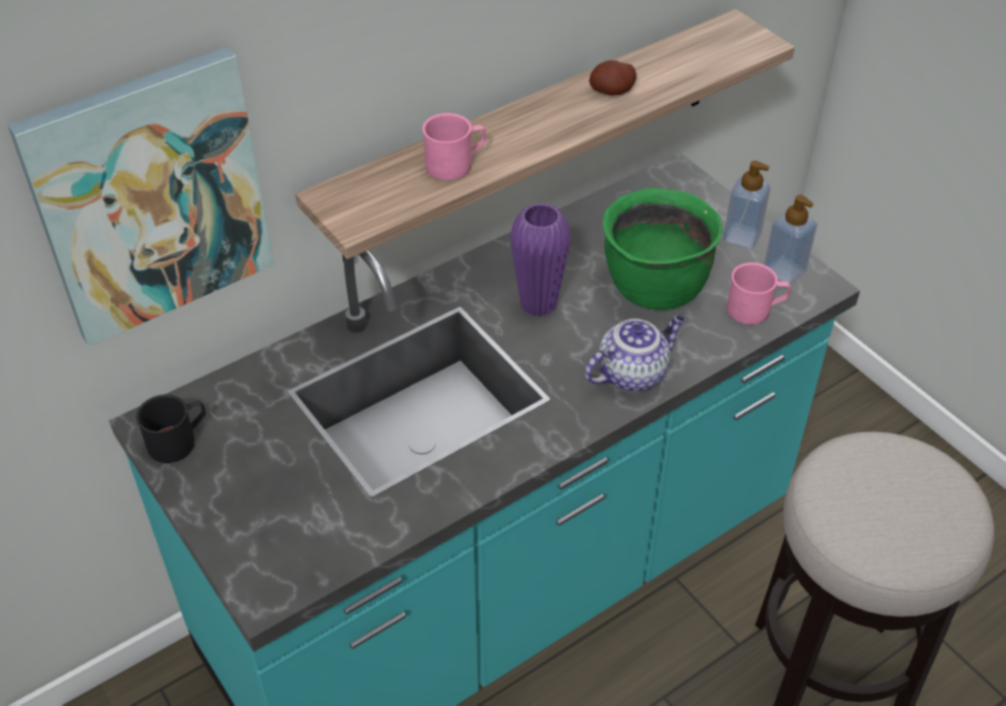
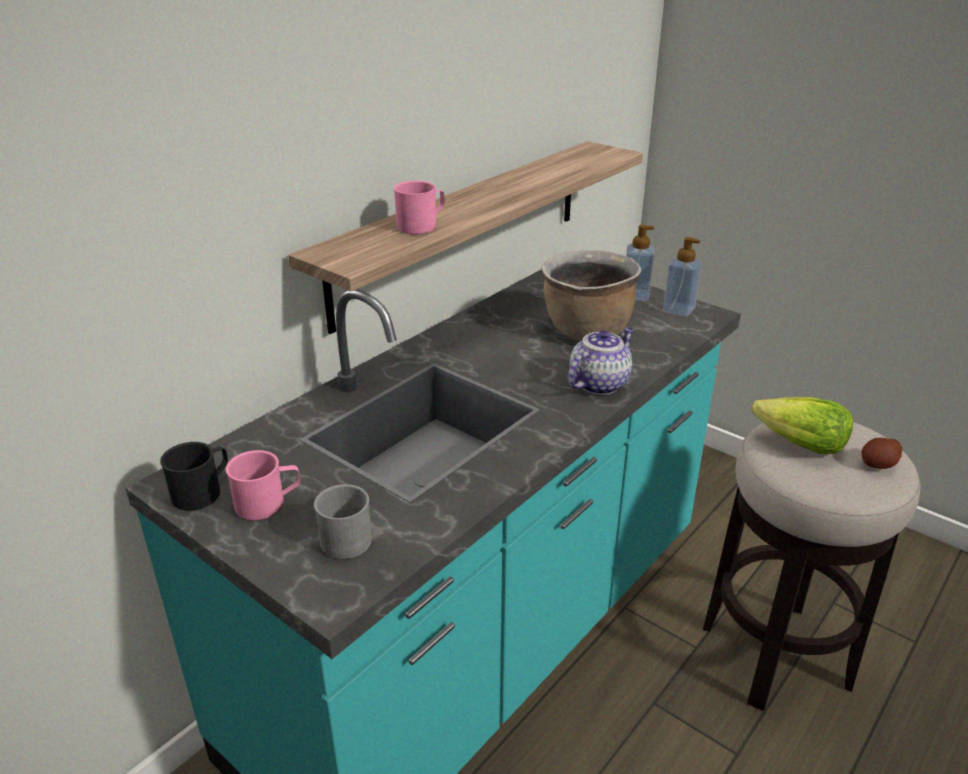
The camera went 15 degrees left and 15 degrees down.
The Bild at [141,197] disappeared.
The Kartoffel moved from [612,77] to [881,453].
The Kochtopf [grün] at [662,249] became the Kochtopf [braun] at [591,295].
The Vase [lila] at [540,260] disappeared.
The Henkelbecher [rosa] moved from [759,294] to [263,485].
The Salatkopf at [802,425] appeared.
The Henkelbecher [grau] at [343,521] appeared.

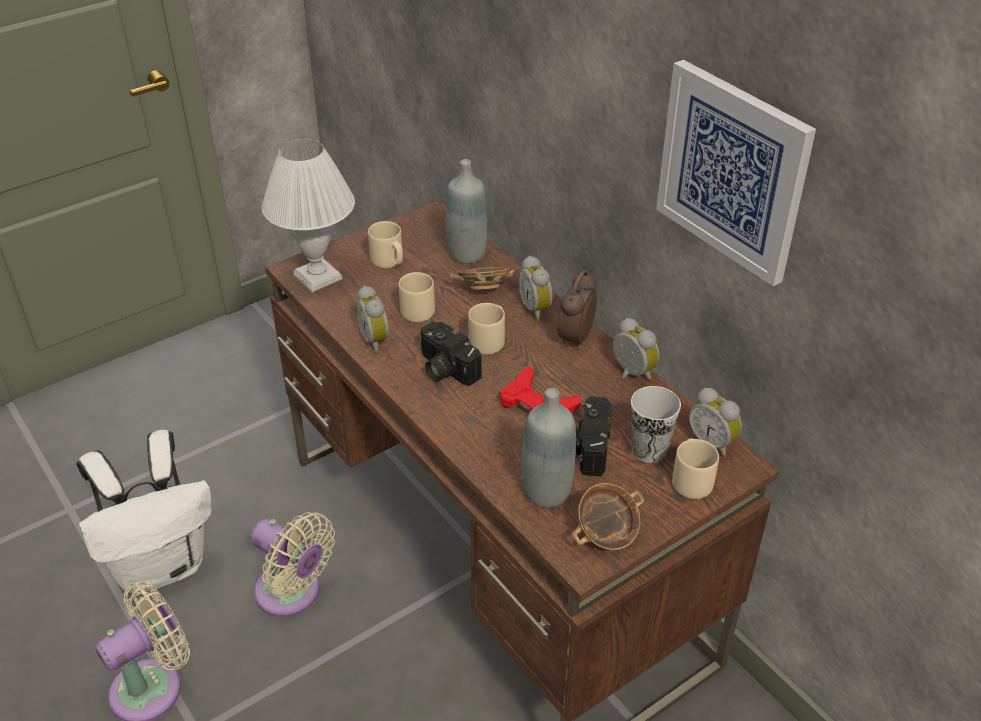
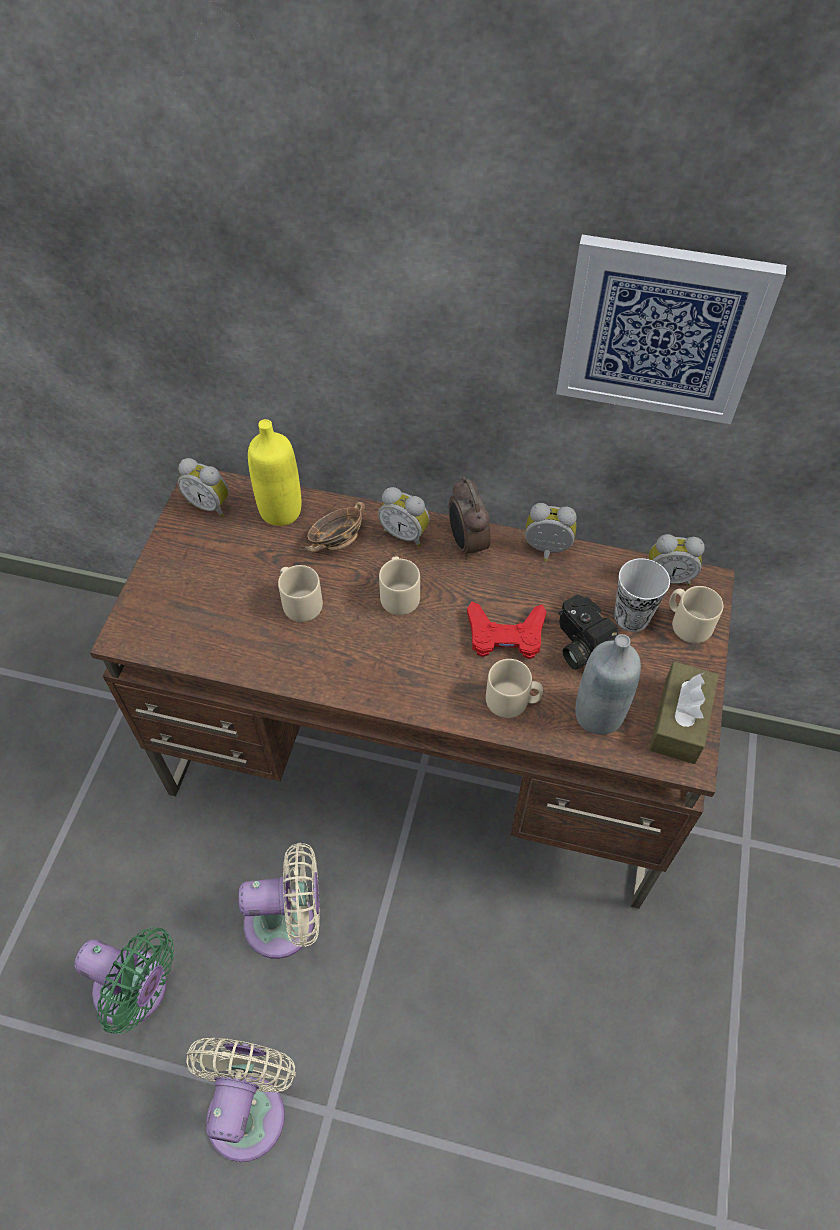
The camera went 40 degrees left and 15 degrees up.
The Tischlampe [weiß] at [308,215] disappeared.
The Flasche [grau] at [466,211] became the Flasche [gelb] at [274,472].
The Henkelbecher [beige] moved from [385,244] to [514,688].
The Wecker moved from [372,319] to [203,487].
The Kamera at [450,353] disappeared.
The Rucksack [weiß] at [144,511] was replaced by the Ventilator [grün] at [124,980].
The Schüssel at [608,516] was replaced by the Taschentuchbox [braun] at [684,712].

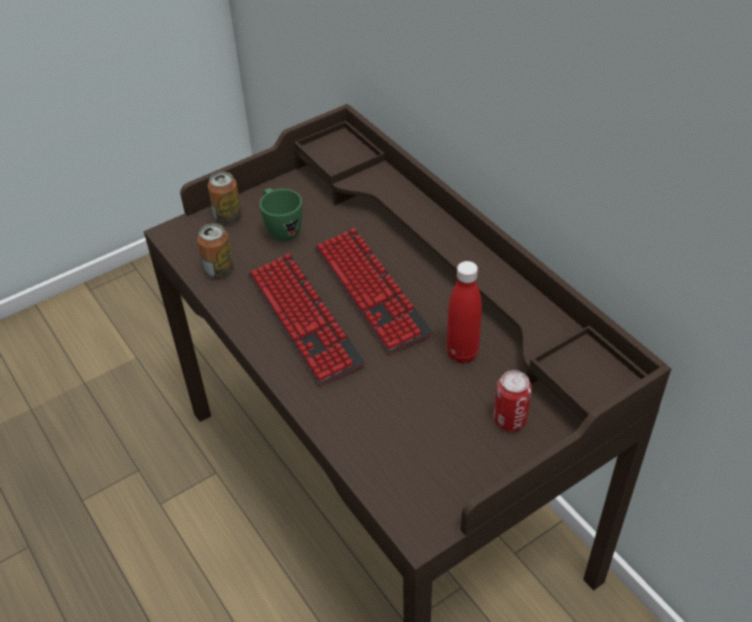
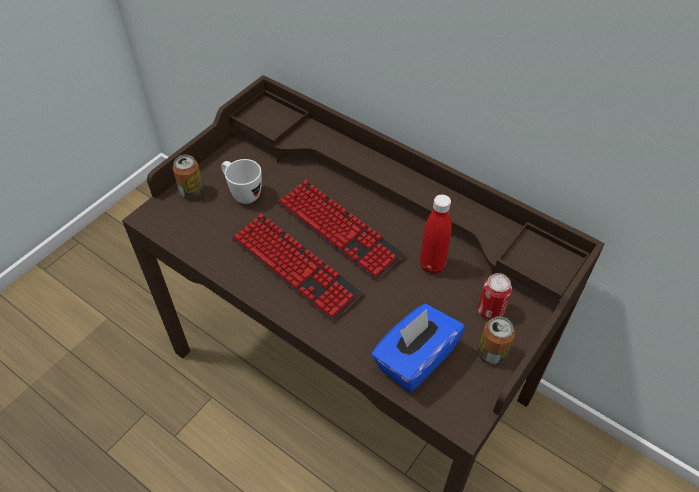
The camera went 20 degrees left and 5 degrees up.
The Henkelbecher [grün] at [281,214] became the Henkelbecher [weiß] at [241,181].
The Dose moved from [215,250] to [496,340].
The Taschentuchbox [blau] at [418,348] appeared.

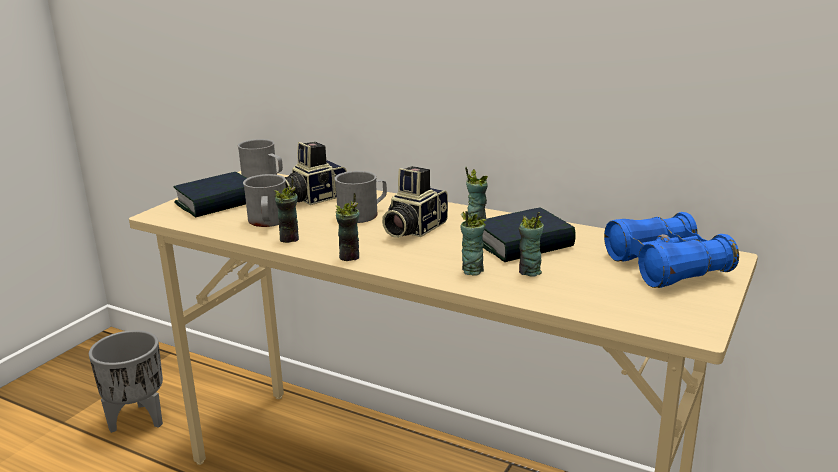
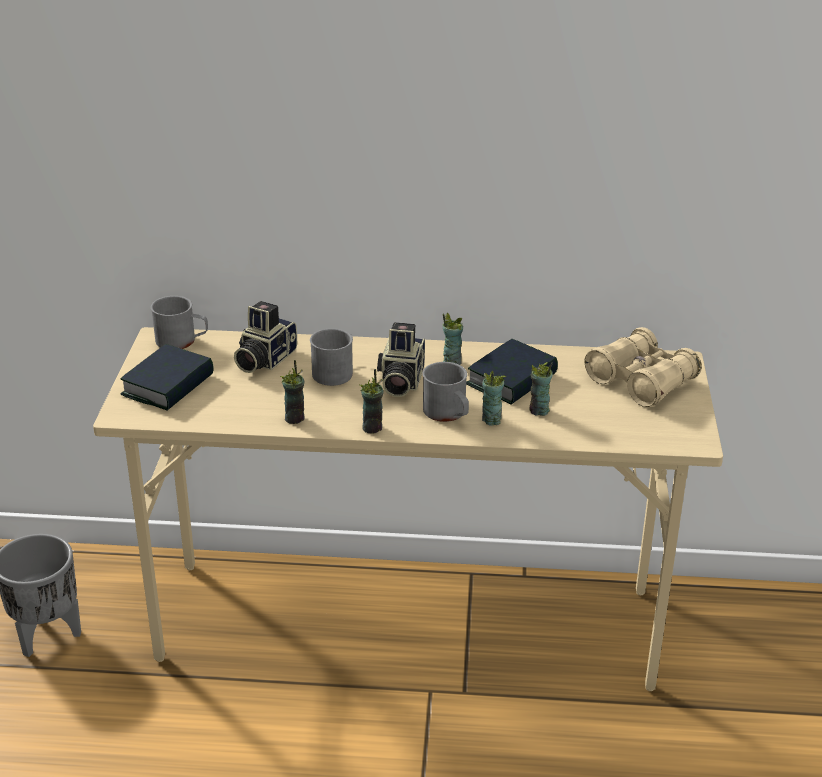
The camera went 25 degrees left and 10 degrees up.
The Henkelbecher [grau] moved from [264,200] to [446,392].
The Fernglas [blau] at [671,250] became the Fernglas [beige] at [643,367].

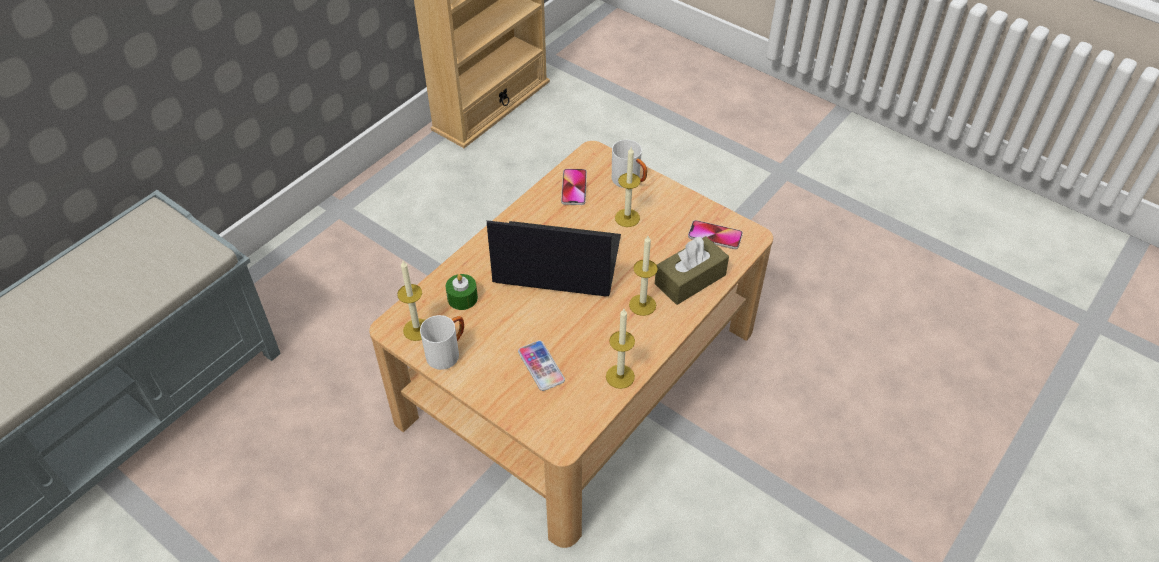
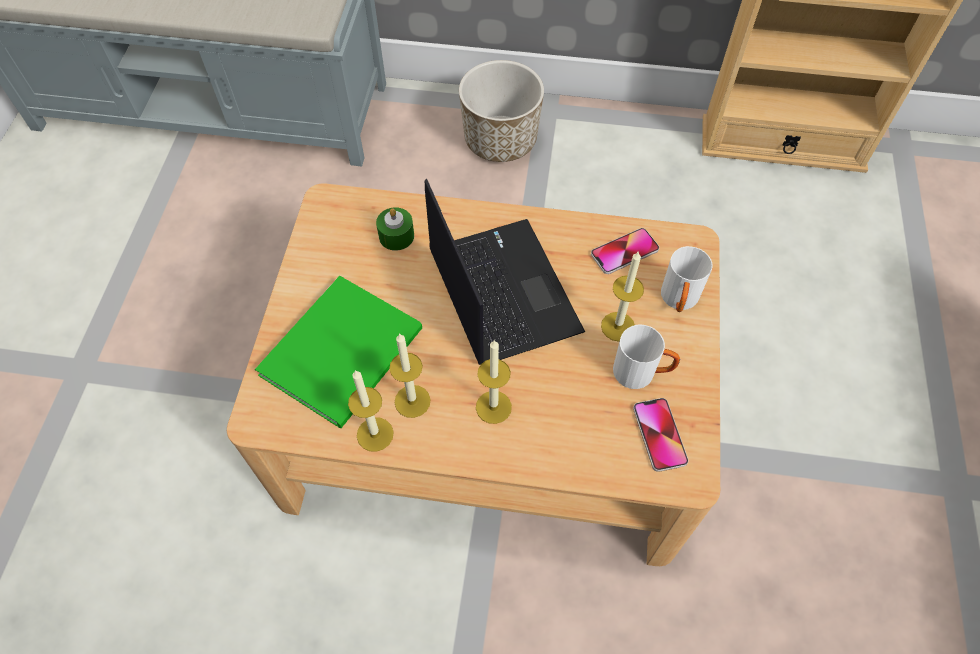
The camera went 60 degrees right and 10 degrees up.
The Taschentuchbox [braun] at [692,270] disappeared.
The Kerze moved from [411,301] to [410,375].
The Henkelbecher [weiß] moved from [442,342] to [646,357].
The Handy at [541,365] was replaced by the Buch [grün] at [338,352].
The Pflanzkübel at [501,111] appeared.

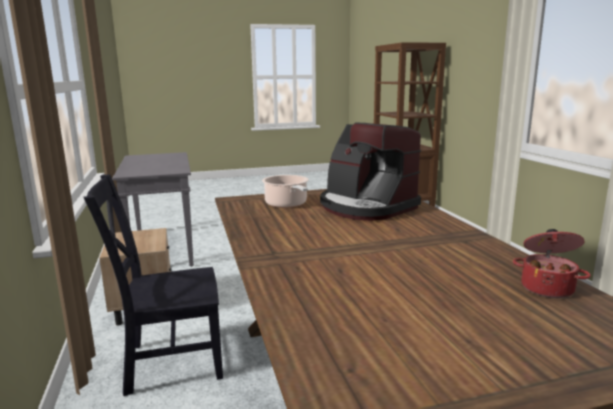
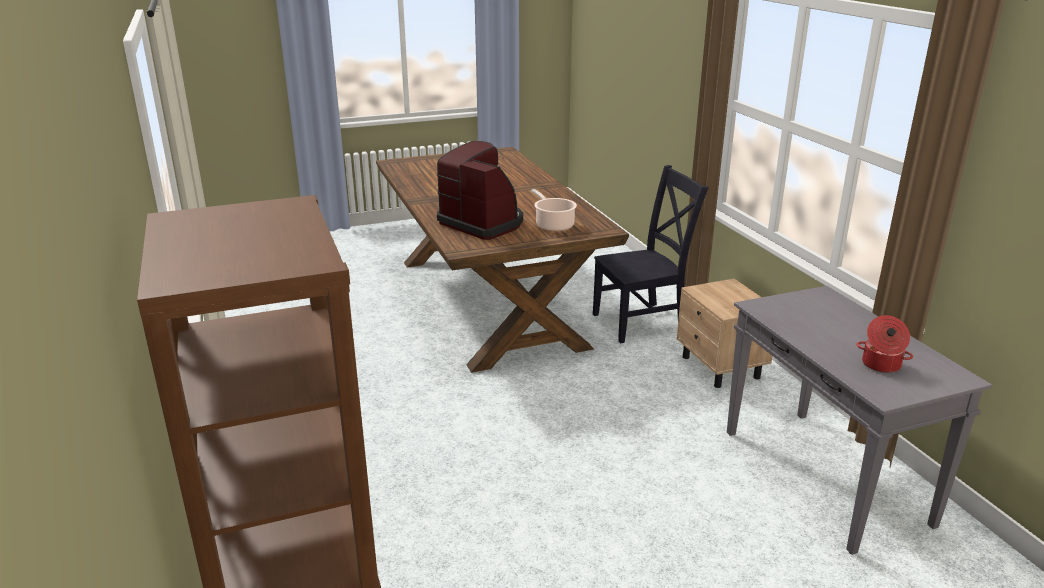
The camera went 175 degrees right and 10 degrees up.
The Kochtopf moved from [552,263] to [885,344].

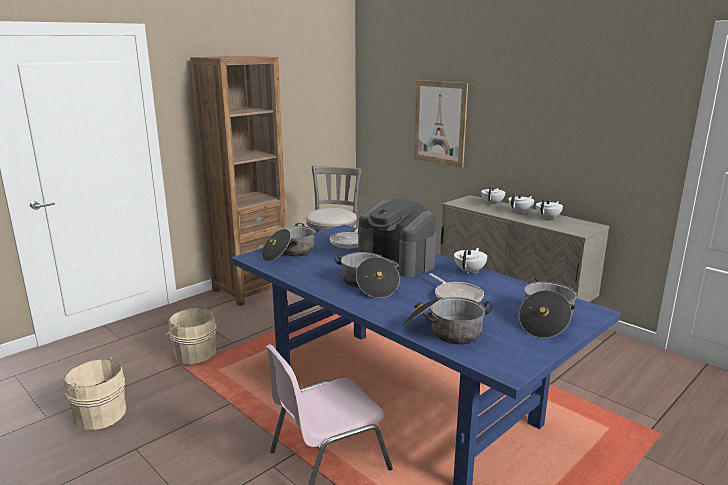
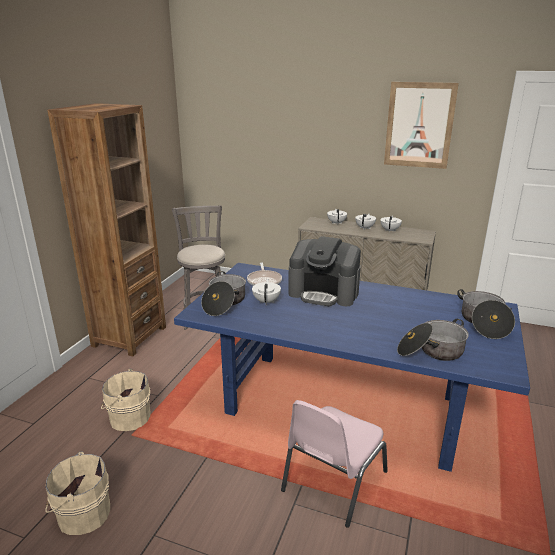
The camera went 25 degrees left and 5 degrees up.
The Bild moved from [441,124] to [421,125].
The Teekanne [weiß] moved from [470,261] to [266,292].
The Kochtopf at [367,275] disappeared.
The Pfanne at [456,287] disappeared.

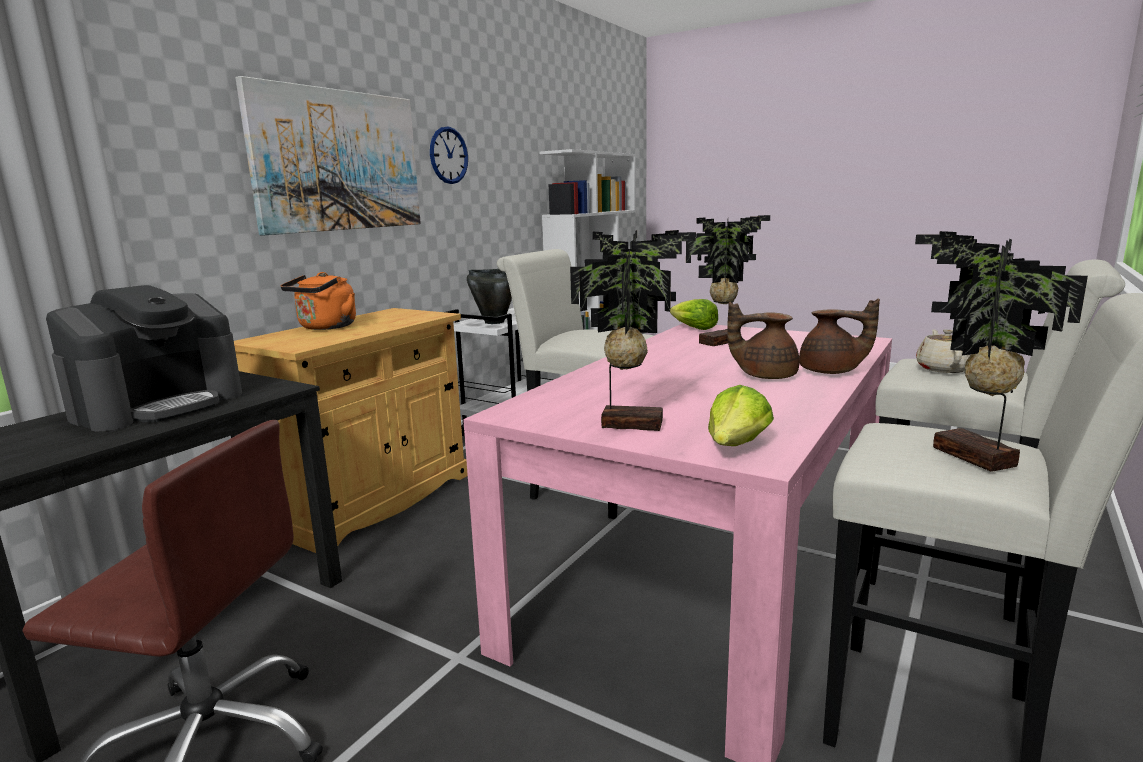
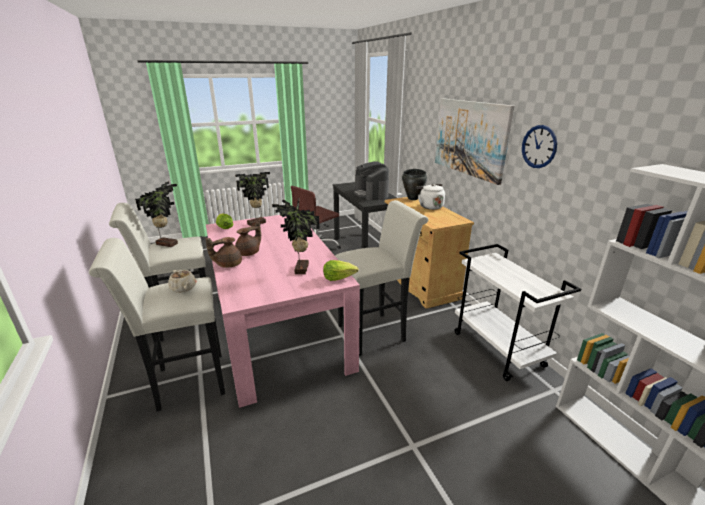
The camera went 125 degrees right and 10 degrees up.
The Kochtopf [schwarz] moved from [489,296] to [414,184].
The Wasserkessel [orange] at [318,301] became the Wasserkessel [weiß] at [430,197].

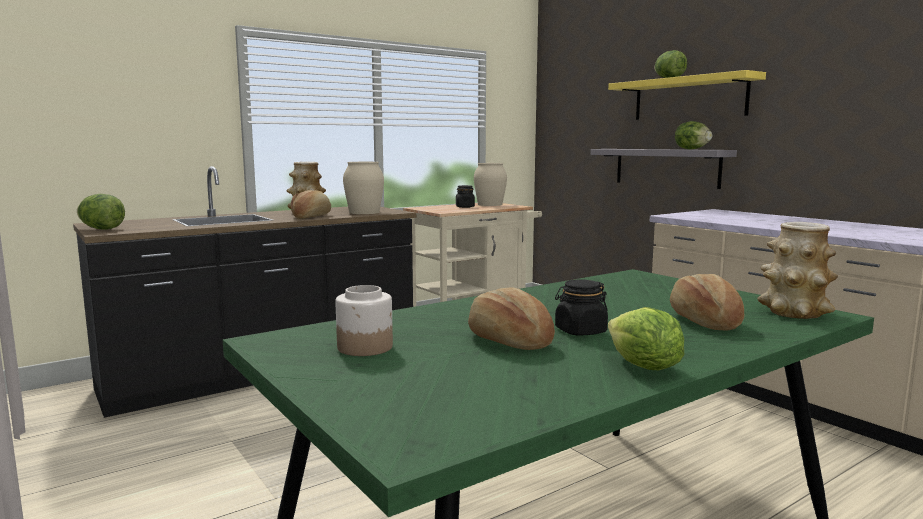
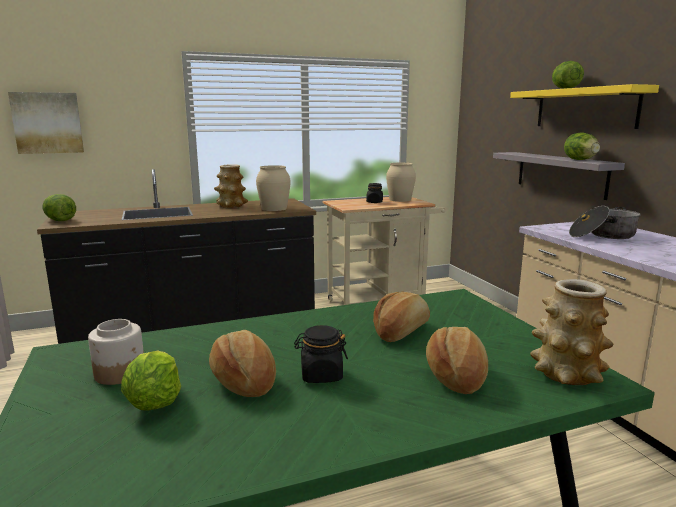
The camera went 15 degrees right and 5 degrees up.
The Brot moved from [311,204] to [401,317].
The Salatkopf moved from [646,338] to [151,380].
The Bild at [46,123] appeared.
The Kochtopf at [605,222] appeared.

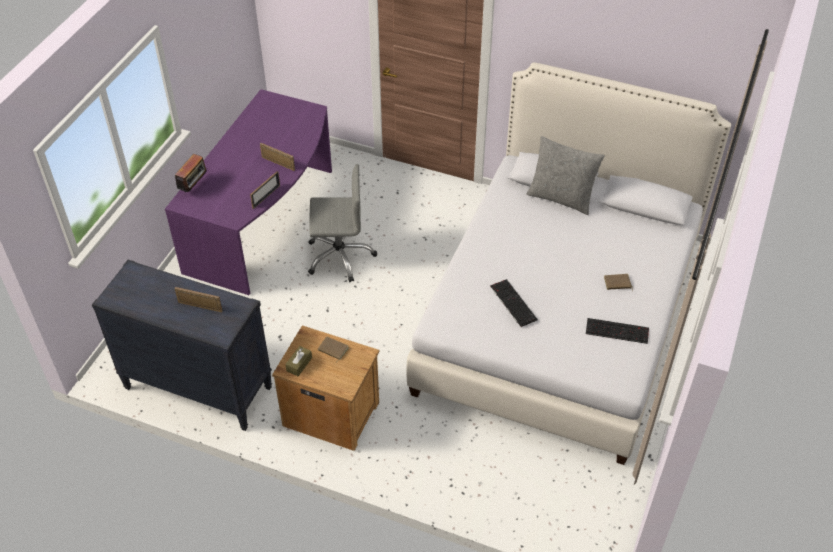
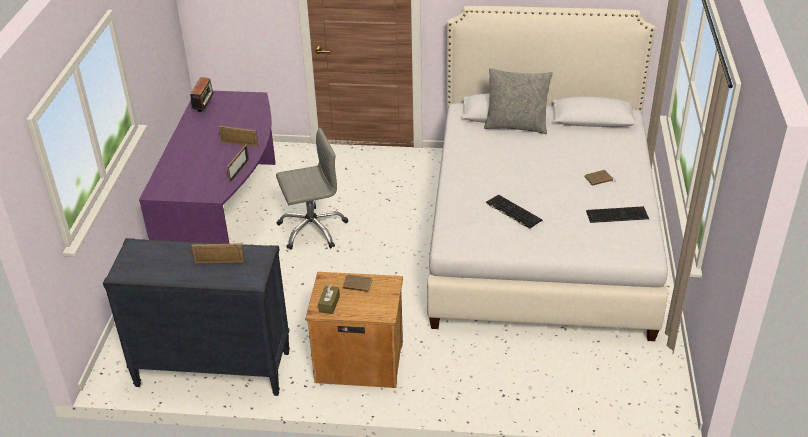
The camera went 15 degrees left and 10 degrees down.
The Radio moved from [191,173] to [201,94].

